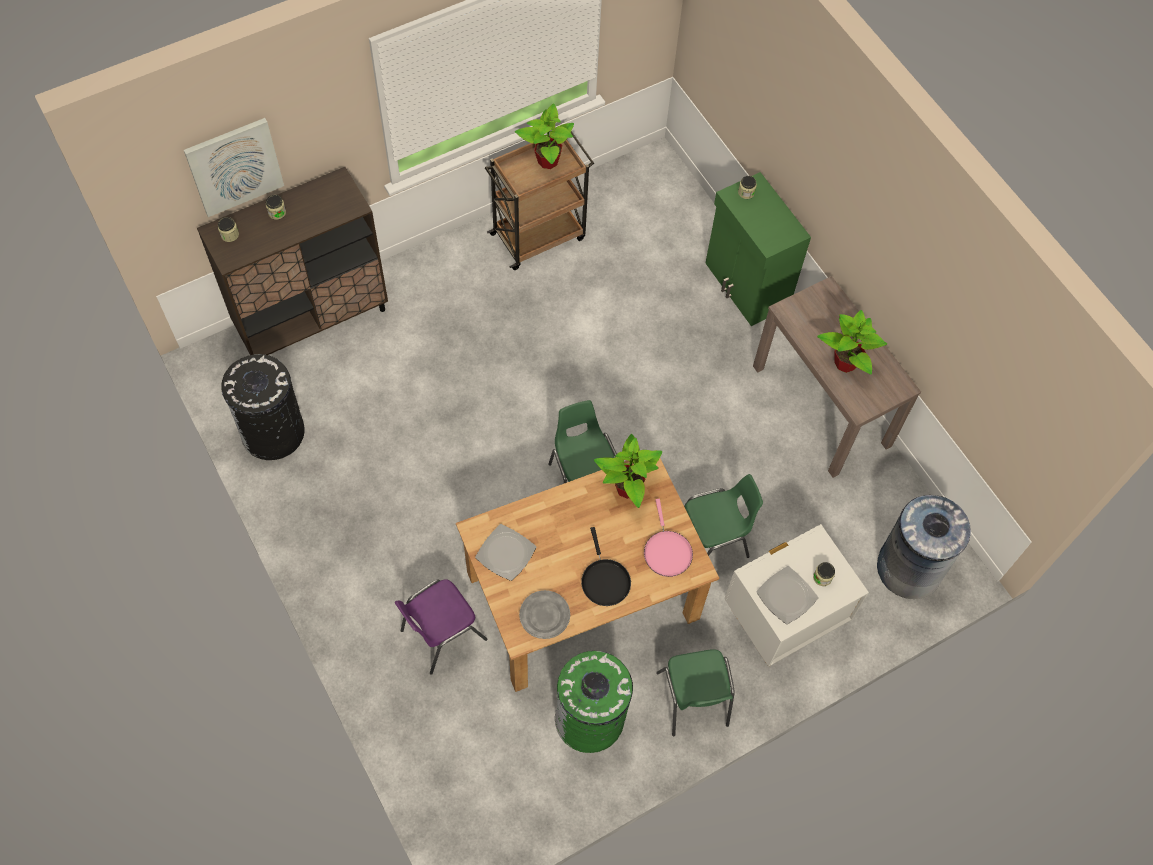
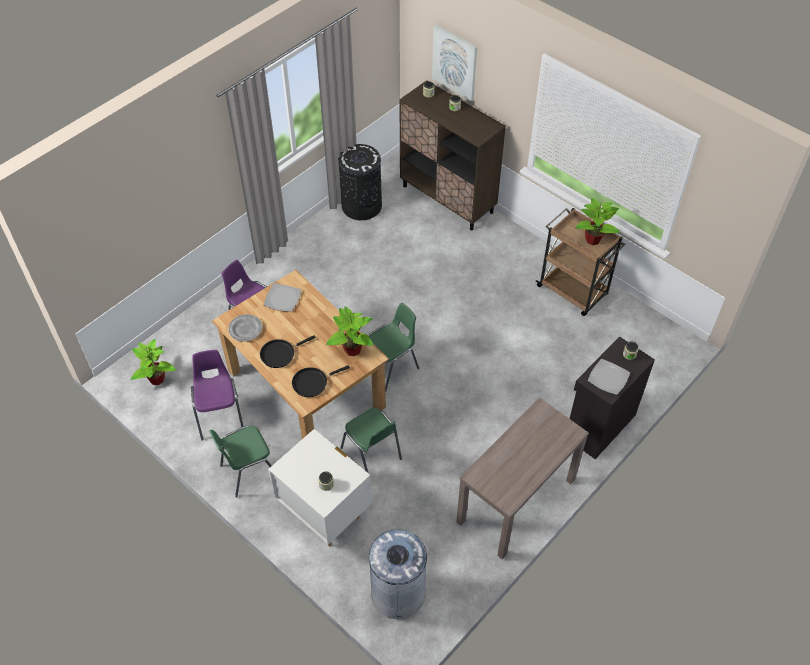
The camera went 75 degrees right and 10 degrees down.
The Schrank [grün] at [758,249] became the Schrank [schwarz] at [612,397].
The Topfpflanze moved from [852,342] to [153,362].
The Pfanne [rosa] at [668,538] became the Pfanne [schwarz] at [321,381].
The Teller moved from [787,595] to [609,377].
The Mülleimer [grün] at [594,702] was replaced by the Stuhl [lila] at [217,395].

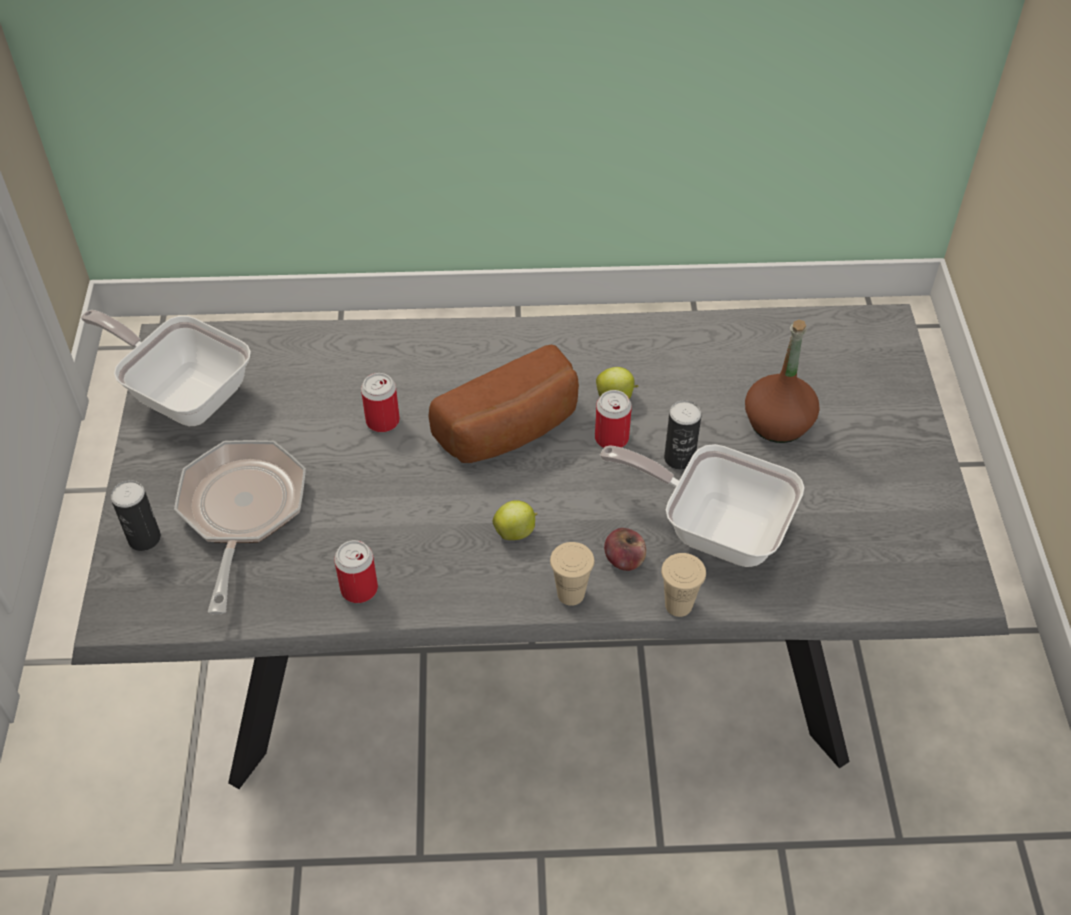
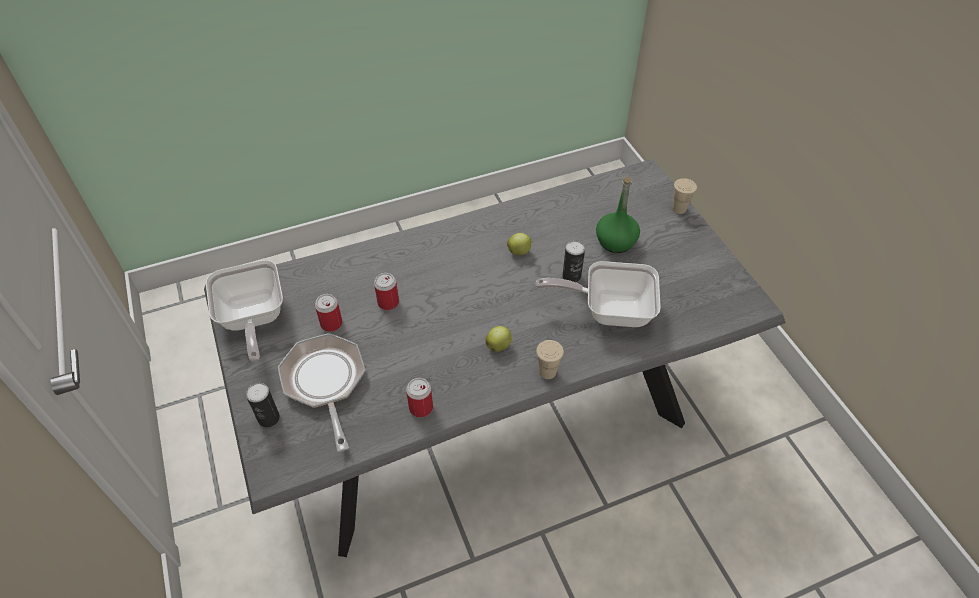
The camera went 20 degrees left and 0 degrees up.
The Pfanne at [166,368] turned 120 degrees counterclockwise.
The Flasche [braun] at [782,381] became the Flasche [grün] at [618,215].
The Brot at [504,404] disappeared.
The Dose moved from [613,419] to [328,313].
The Apfel at [625,549] disappeared.
The Tasse [beige] moved from [683,585] to [684,196].

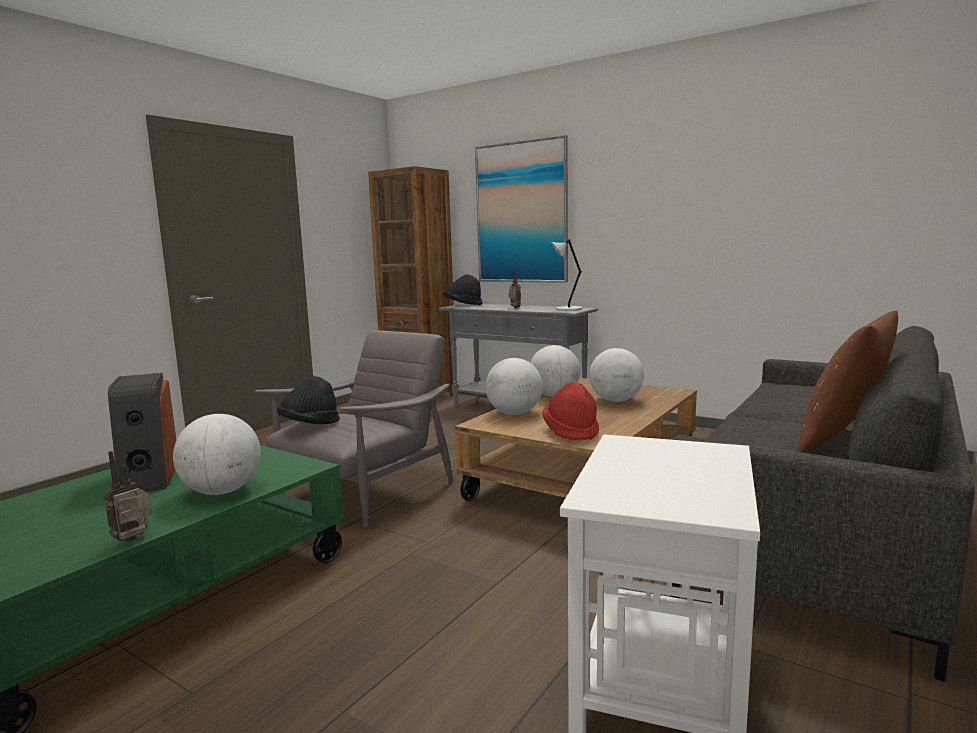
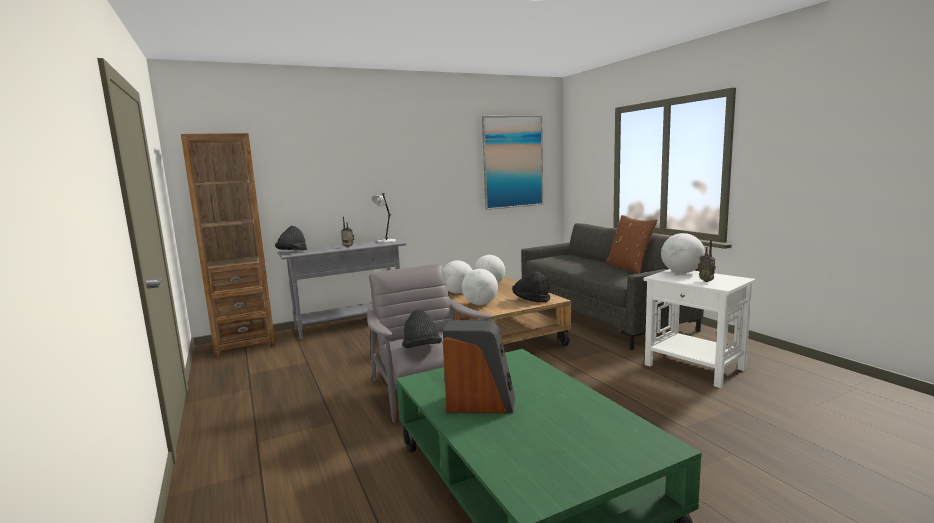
The camera went 60 degrees left and 0 degrees up.
The Bild moved from [521,209] to [512,163].
The Hut [rot] at [571,411] became the Hut [schwarz] at [531,286].
The Globus moved from [217,454] to [683,253].
The Radio moved from [128,496] to [707,260].

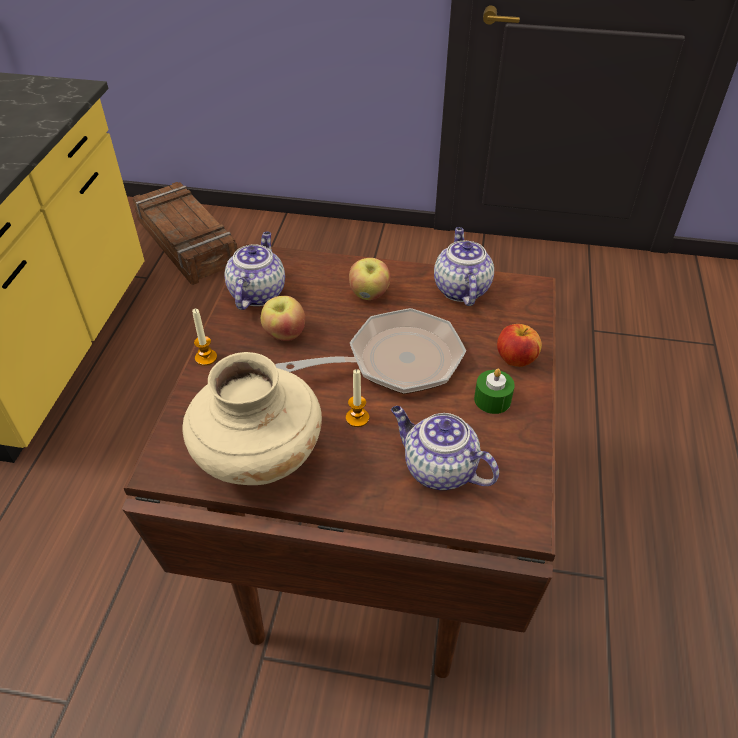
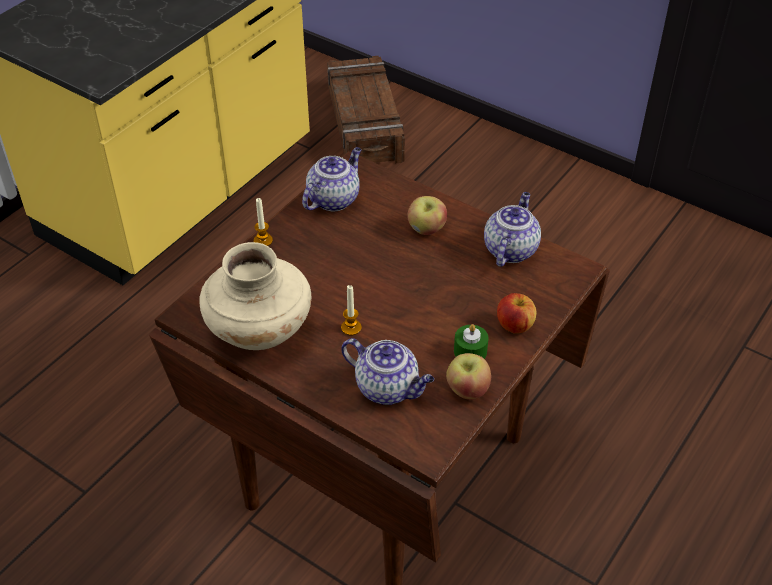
The camera went 25 degrees right and 0 degrees up.
The Apfel moved from [283,318] to [468,376].
The Pfanne at [370,351] disappeared.
The Teekanne at [445,448] turned 150 degrees clockwise.

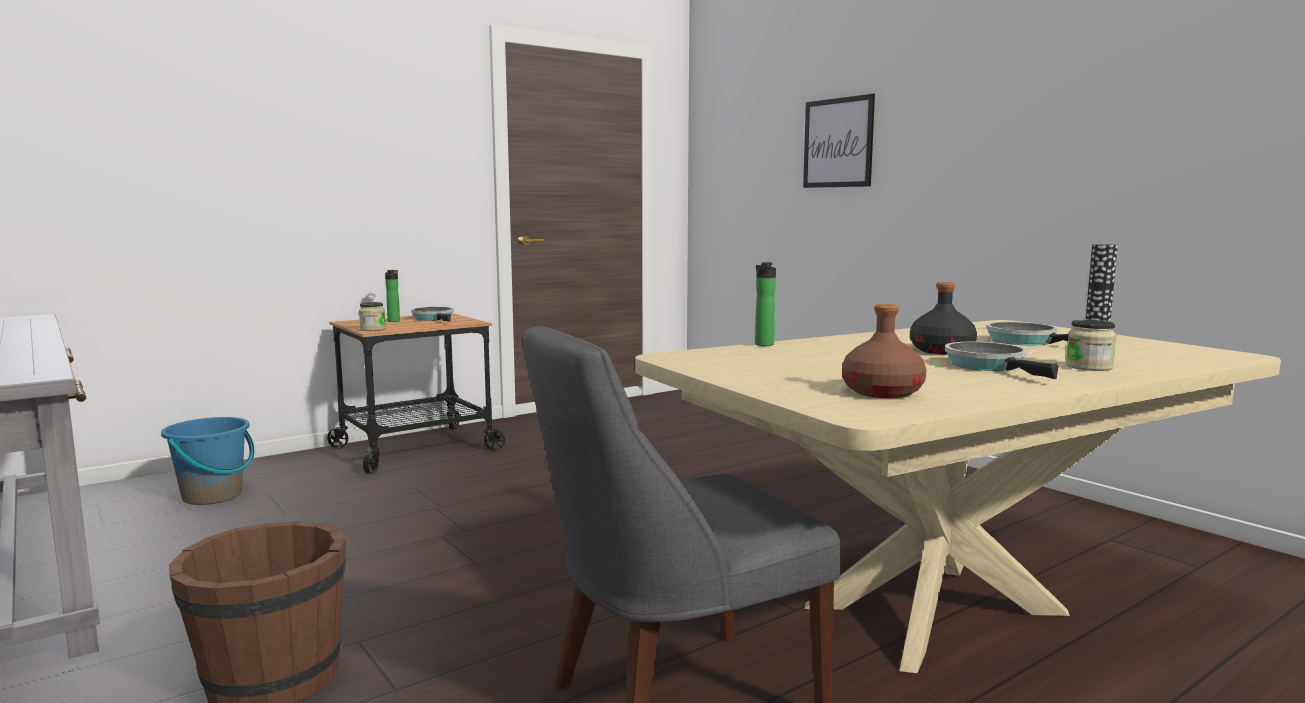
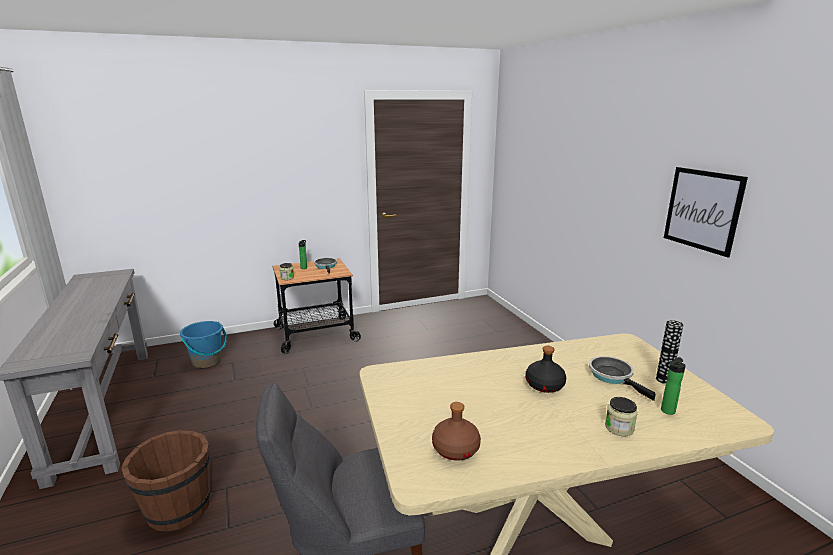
The camera went 15 degrees right and 10 degrees up.
The Bild moved from [839,141] to [706,212].
The Flasche moved from [765,304] to [673,386].
The Pfanne at [1001,360] disappeared.

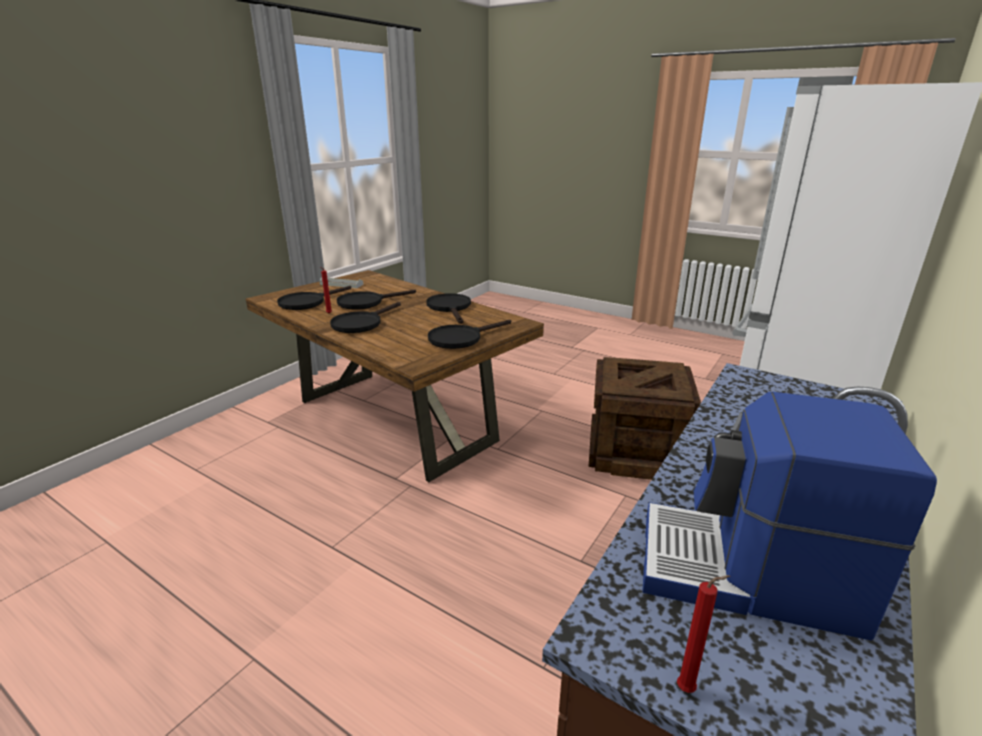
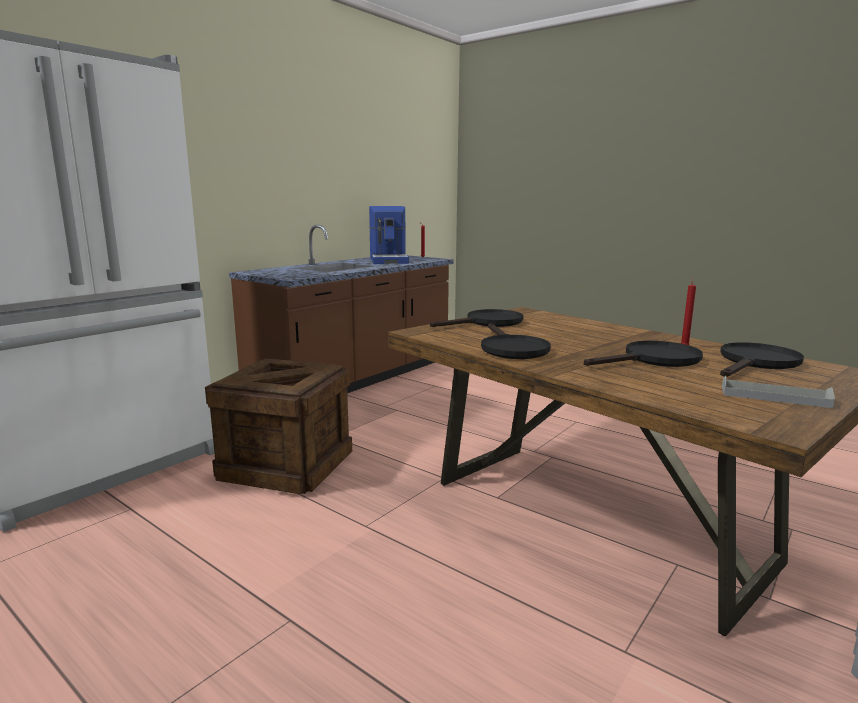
The camera went 175 degrees left and 10 degrees down.
The Pfanne [schwarz] at [365,317] disappeared.
The Kaffeemaschine at [790,516] turned 60 degrees clockwise.

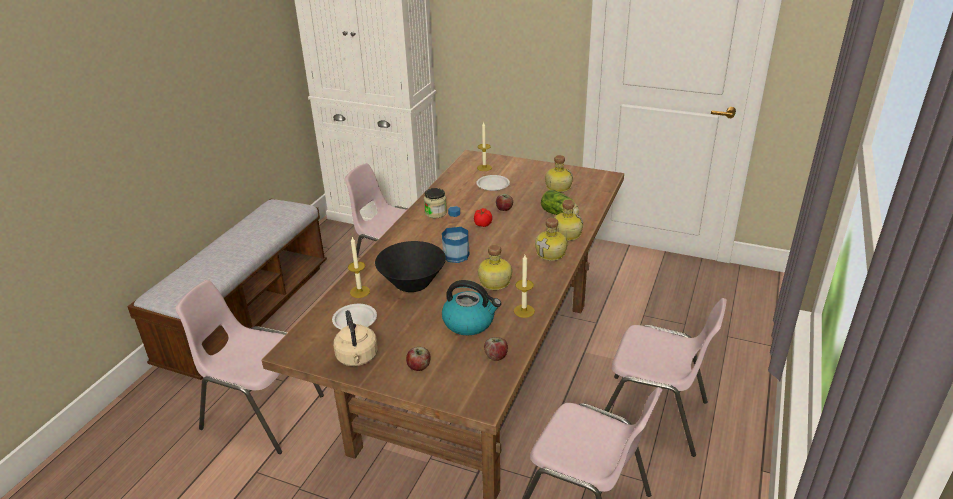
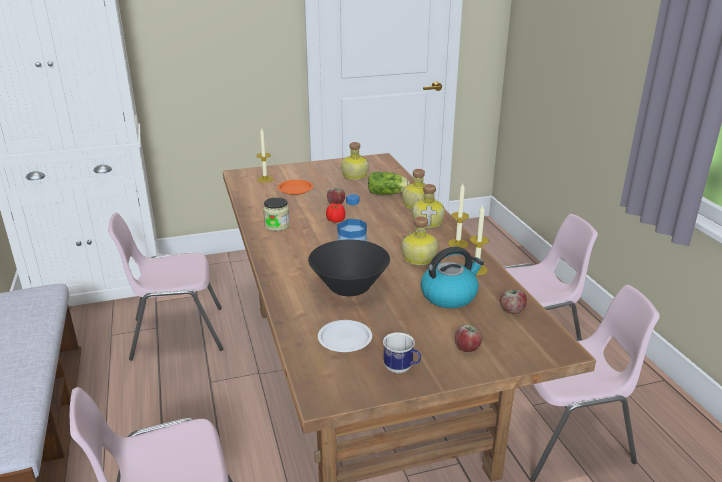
The camera went 40 degrees left and 5 degrees down.
The Teller [weiß] at [493,183] became the Teller [orange] at [295,187].
The Kerze moved from [359,267] to [458,216].
The Wasserkessel [beige] at [356,338] was replaced by the Henkelbecher at [402,352].

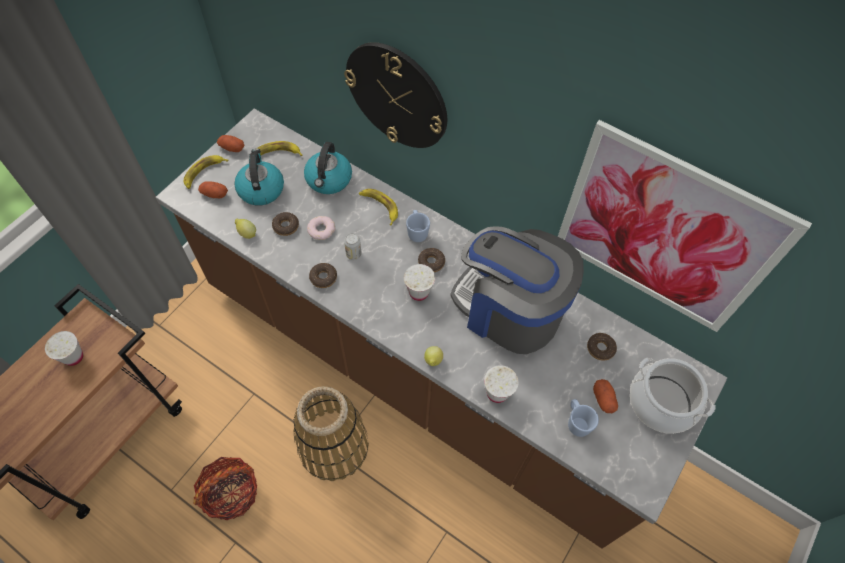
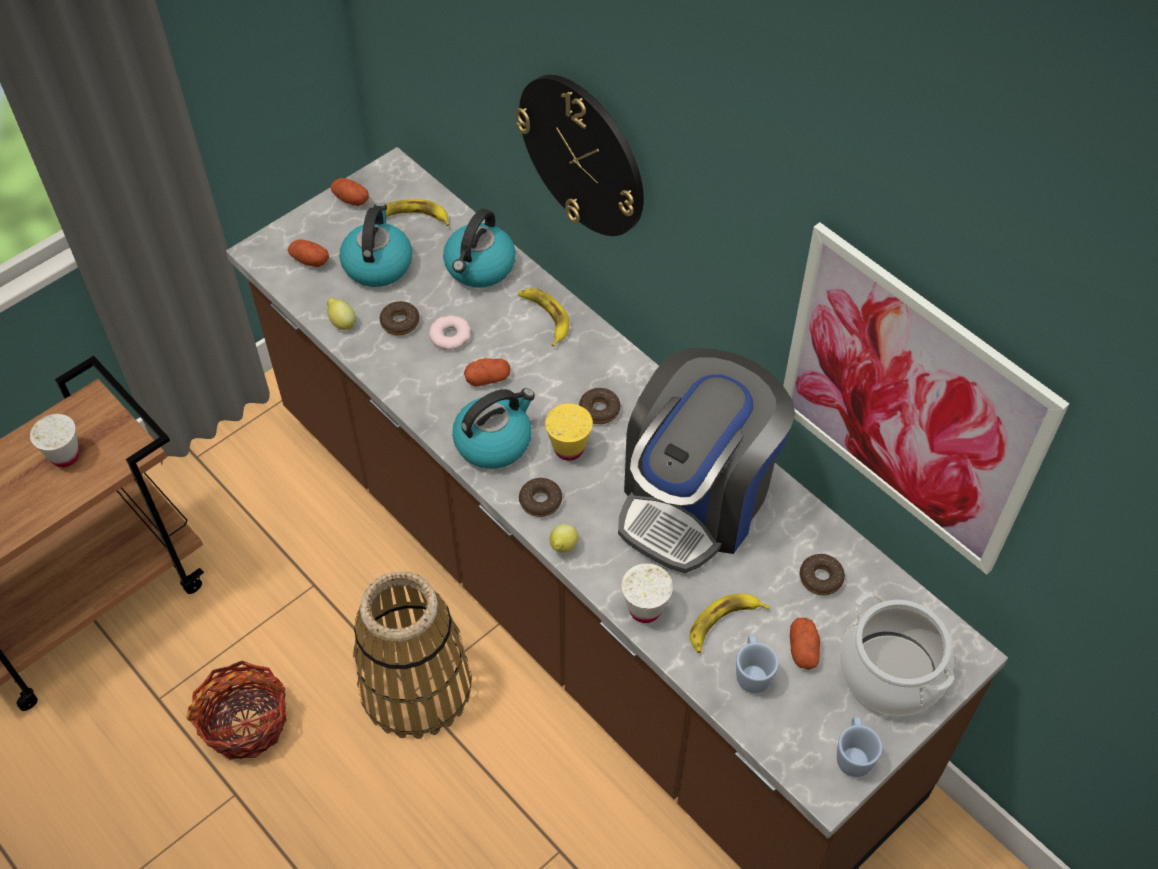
The camera went 15 degrees right and 5 degrees down.
The Banane moved from [206,172] to [730,623].
The Henkelbecher [blau] moved from [418,226] to [859,746].
The Kaffeemaschine at [517,290] turned 105 degrees counterclockwise.
The Dose at [353,246] was replaced by the Kartoffel at [487,372].
The Donut moved from [323,275] to [540,497].
The Tasse [weiß] at [419,282] became the Tasse [gelb] at [569,432].
The Wasserkessel at [493,428] appeared.

